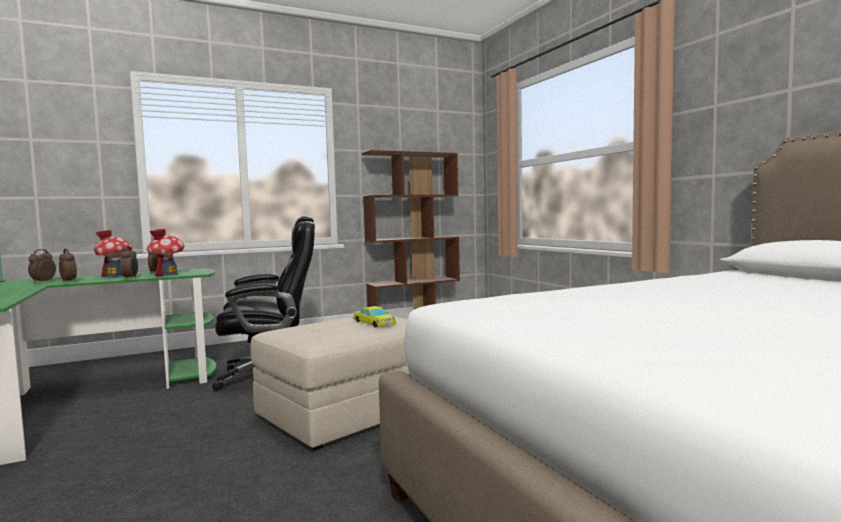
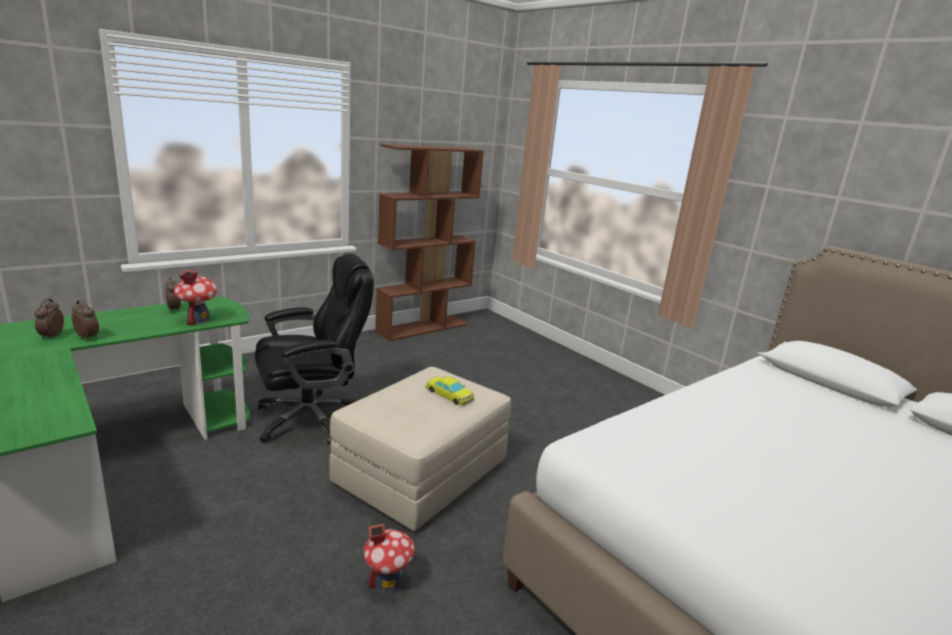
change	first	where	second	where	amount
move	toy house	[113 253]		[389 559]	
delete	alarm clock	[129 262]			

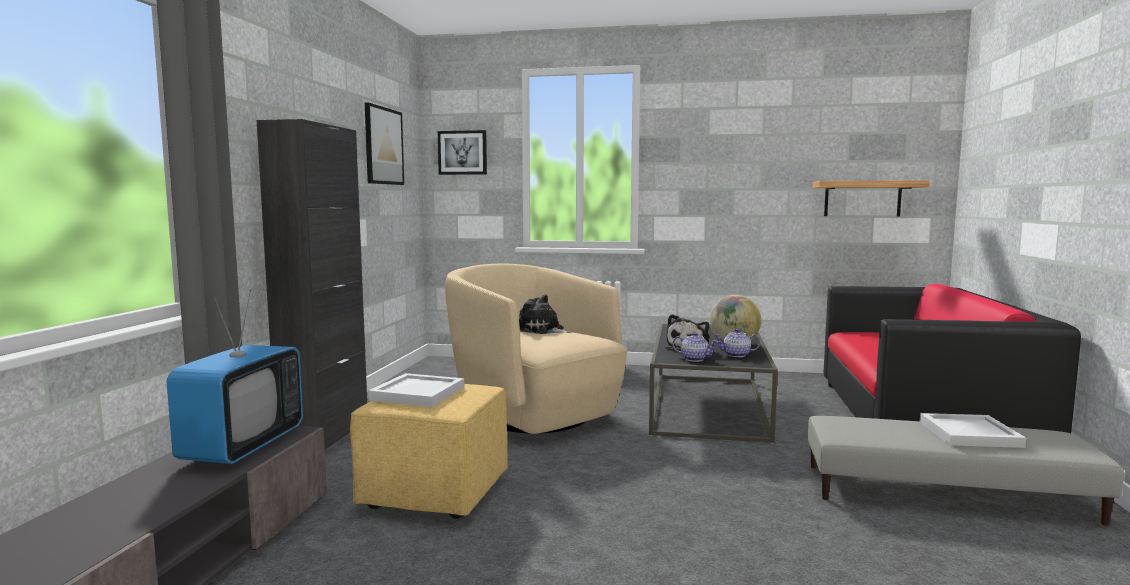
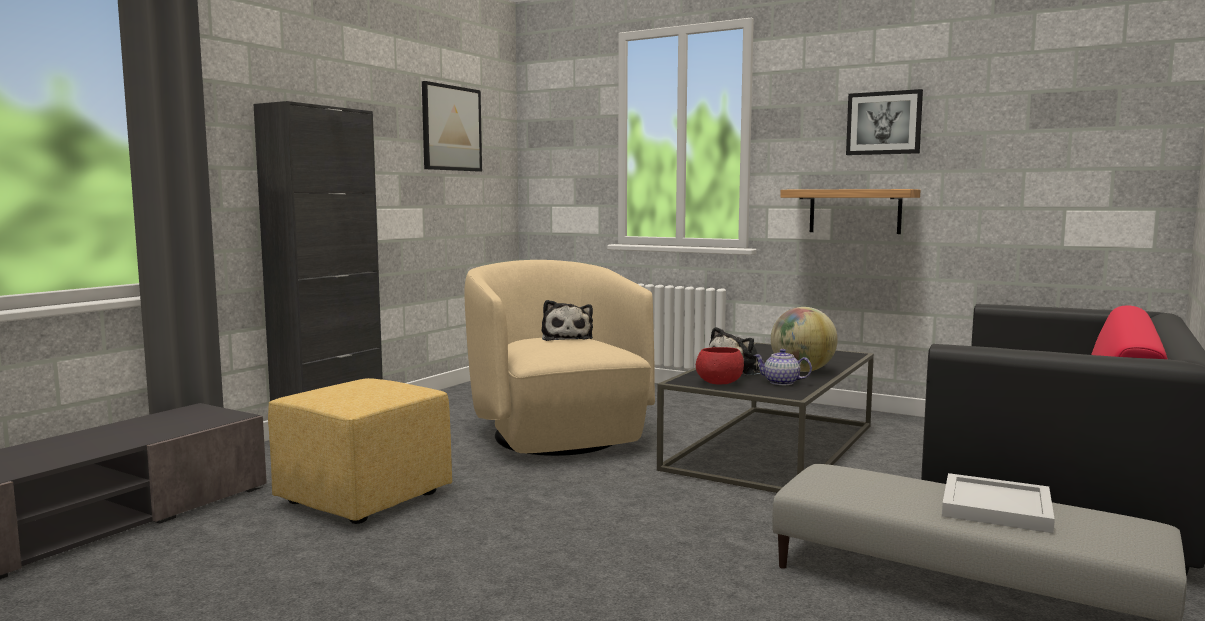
change	first	where	second	where	amount
delete	television	[235 377]			
delete	white tray	[416 390]			
move	picture	[462 152]		[884 122]	
rotate	plush toy	[545 314]		[567 320]	150 degrees counterclockwise
replace	teapot	[695 347]	red bowl	[720 365]	
move	shelf	[871 198]		[850 211]	

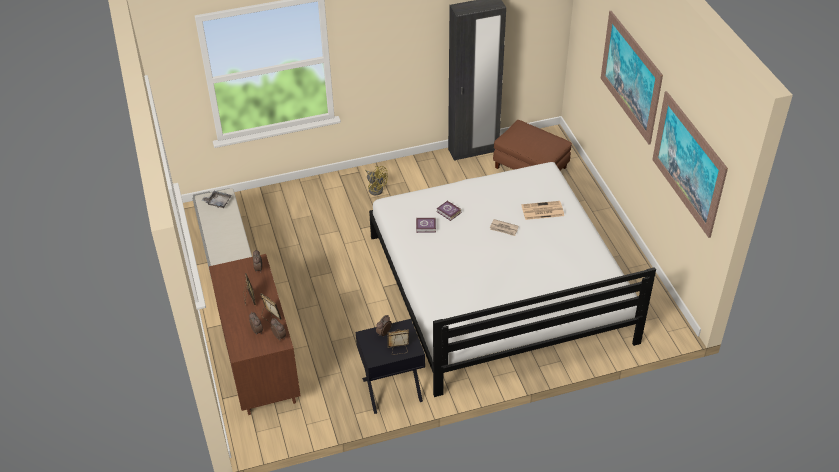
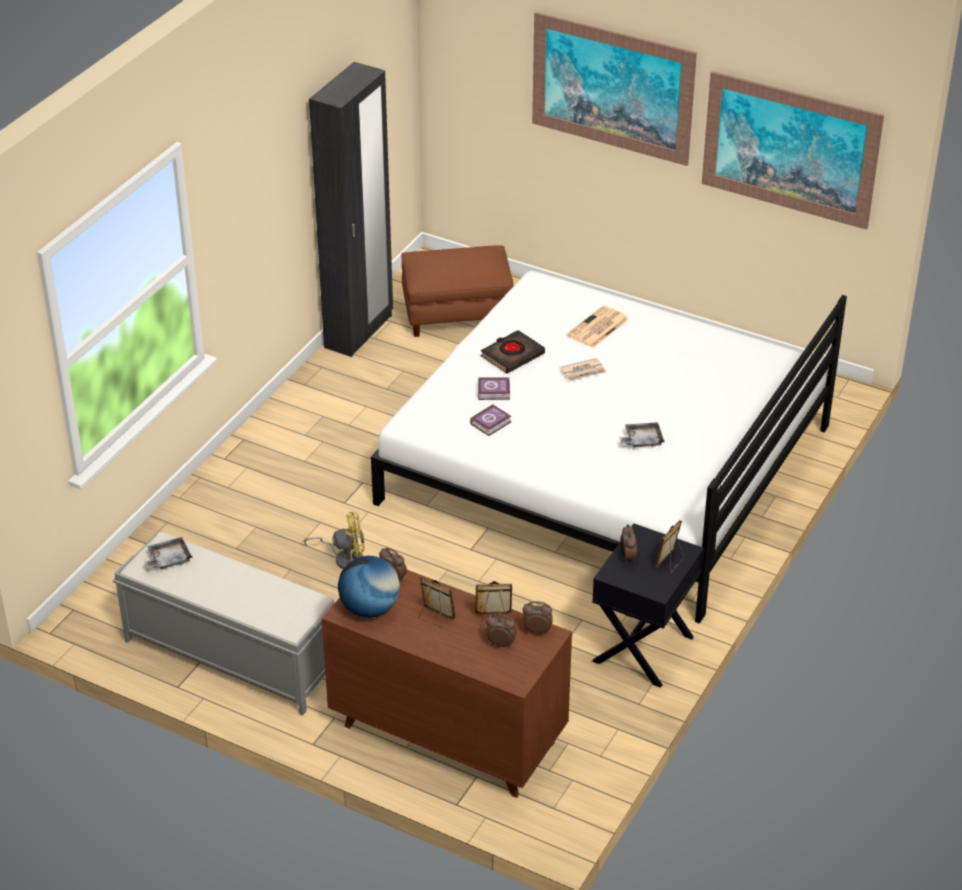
change	first	where	second	where	amount
move	yellow fan	[376 180]		[334 540]	
insert			globe	[369 587]	
insert			black book	[513 352]	
insert			grey tray	[641 435]	

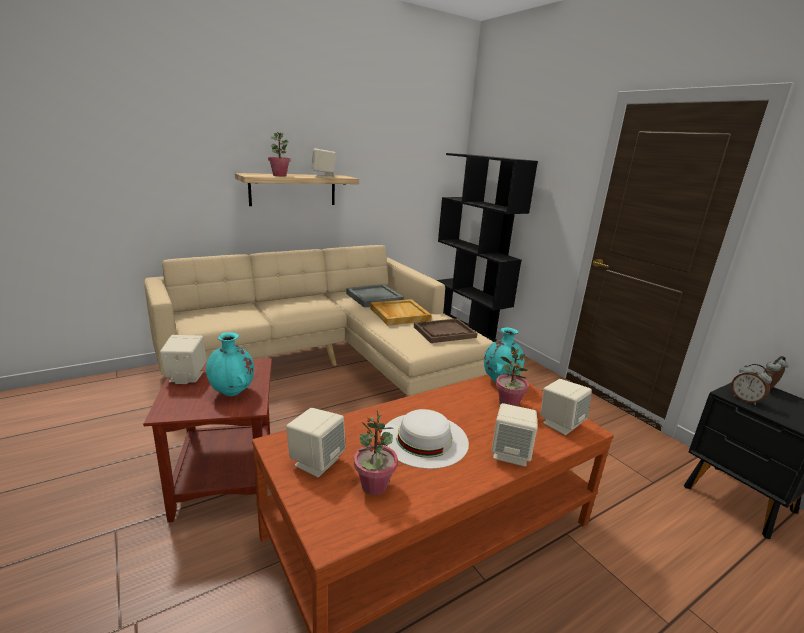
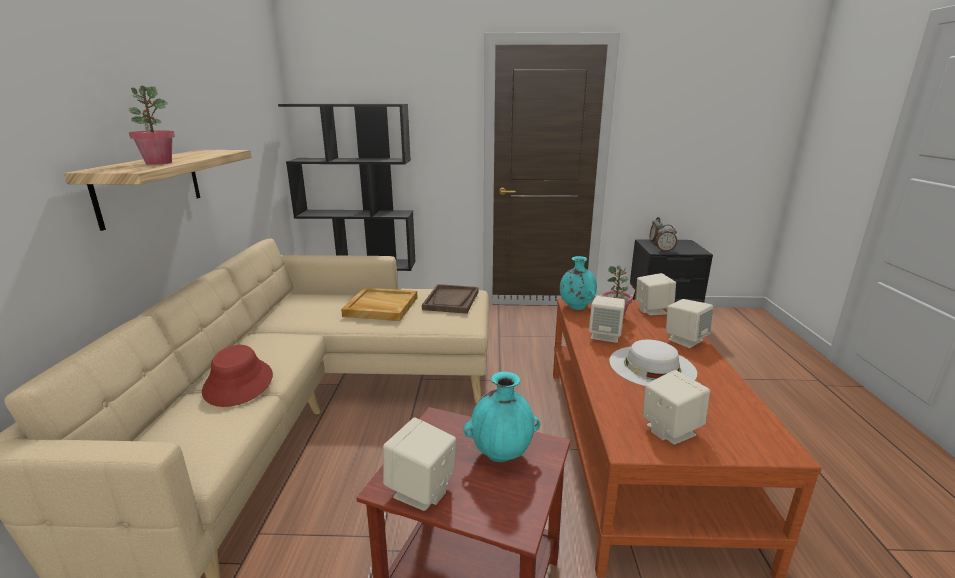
change	first	where	second	where	amount
move	beige speaker	[324 163]		[607 319]	
delete	grey tray	[375 296]			
delete	potted plant	[376 453]			
insert			red hat	[237 376]	

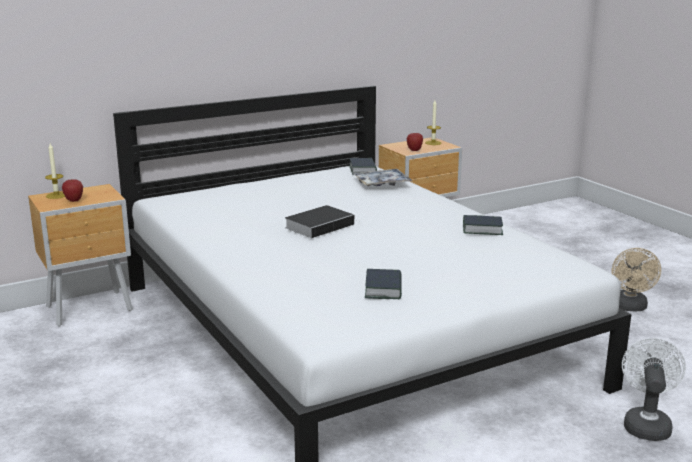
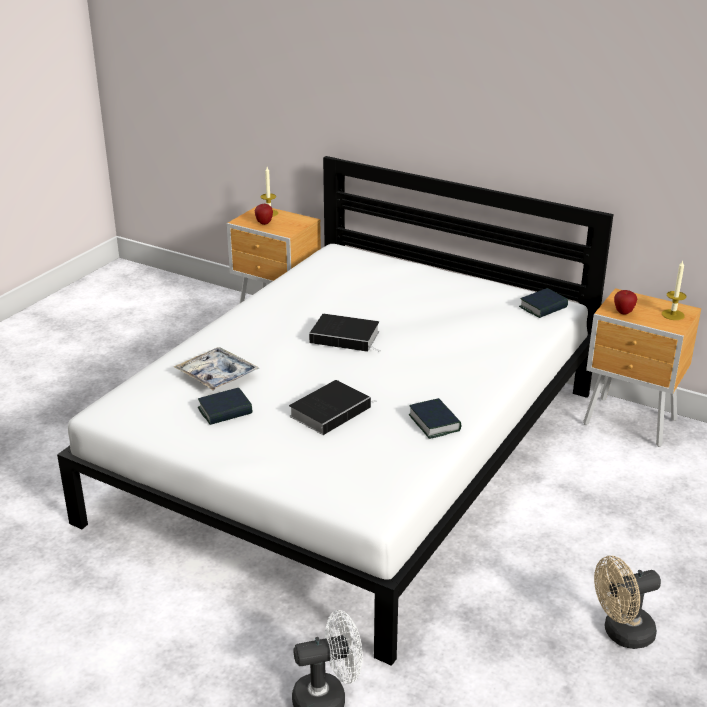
change	first	where	second	where	amount
move	tray	[382 177]		[216 368]	
insert			book	[332 407]	

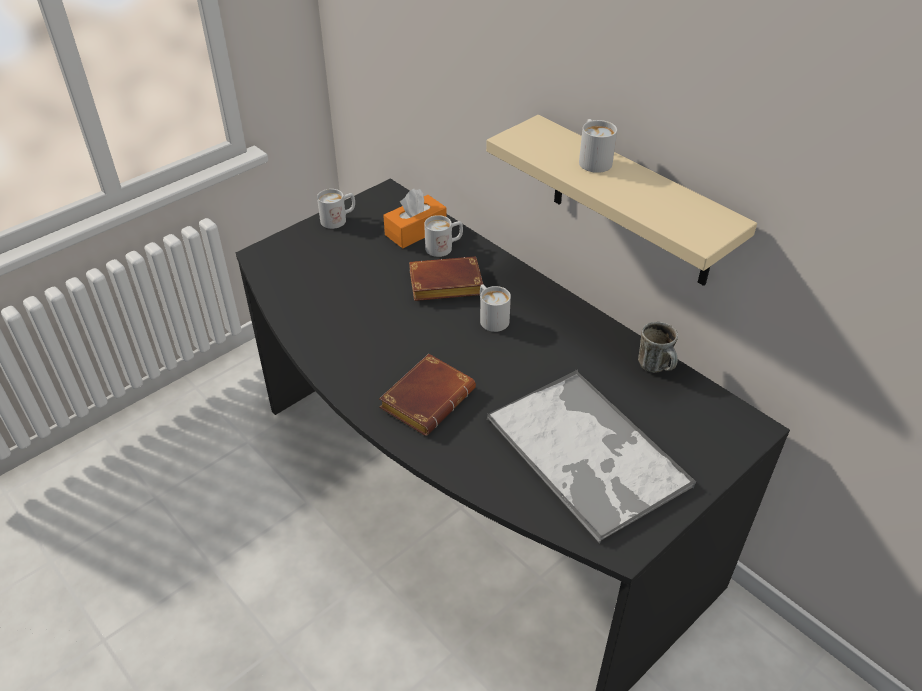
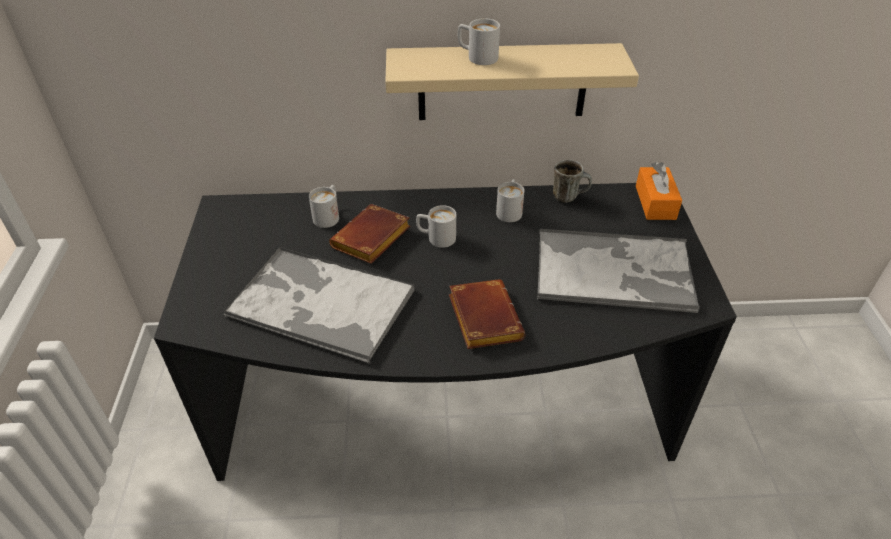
change	first	where	second	where	amount
move	white mug	[336 209]		[510 200]	
move	orange tissue box	[415 218]		[659 191]	
insert			tray	[319 305]	

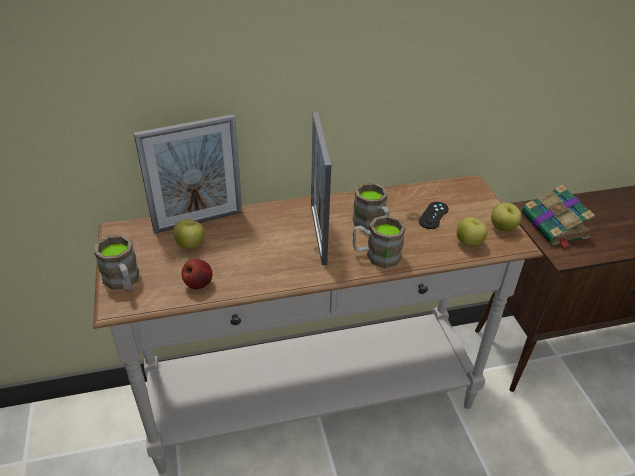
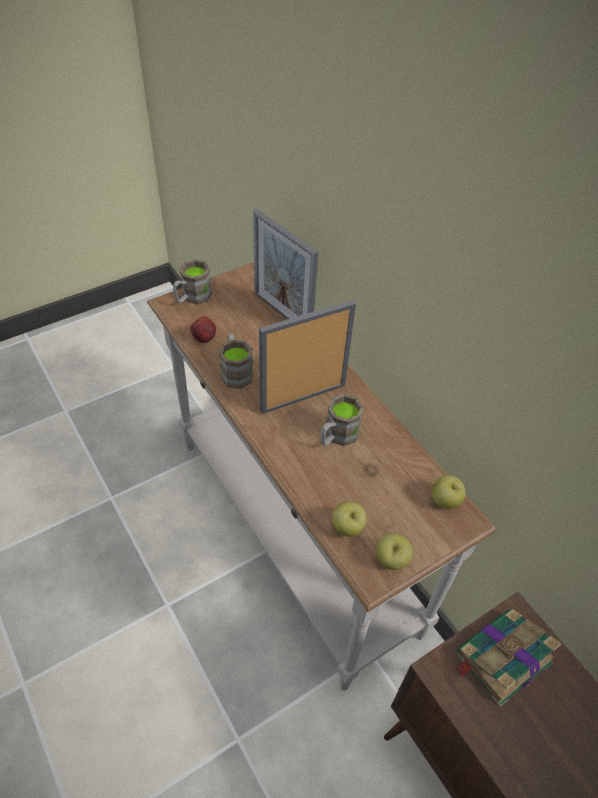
change	first	where	second	where	amount
move	apple	[189 233]		[448 492]	
move	brown mug	[379 241]		[236 361]	
delete	black game controller	[434 215]			

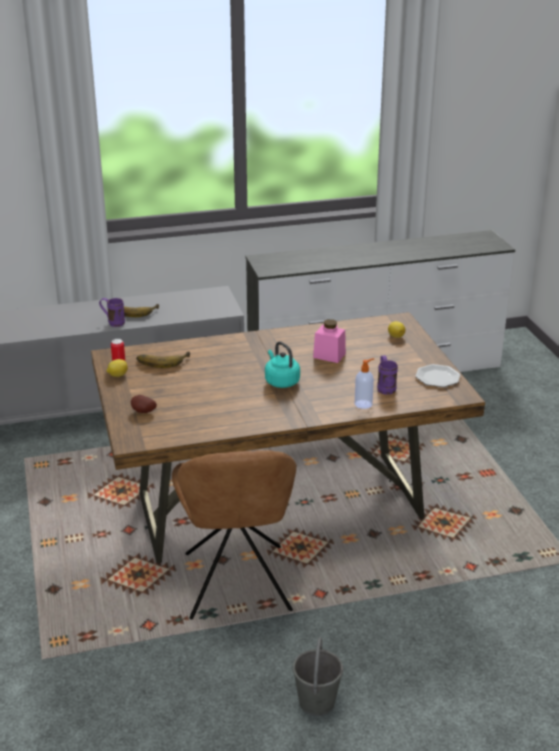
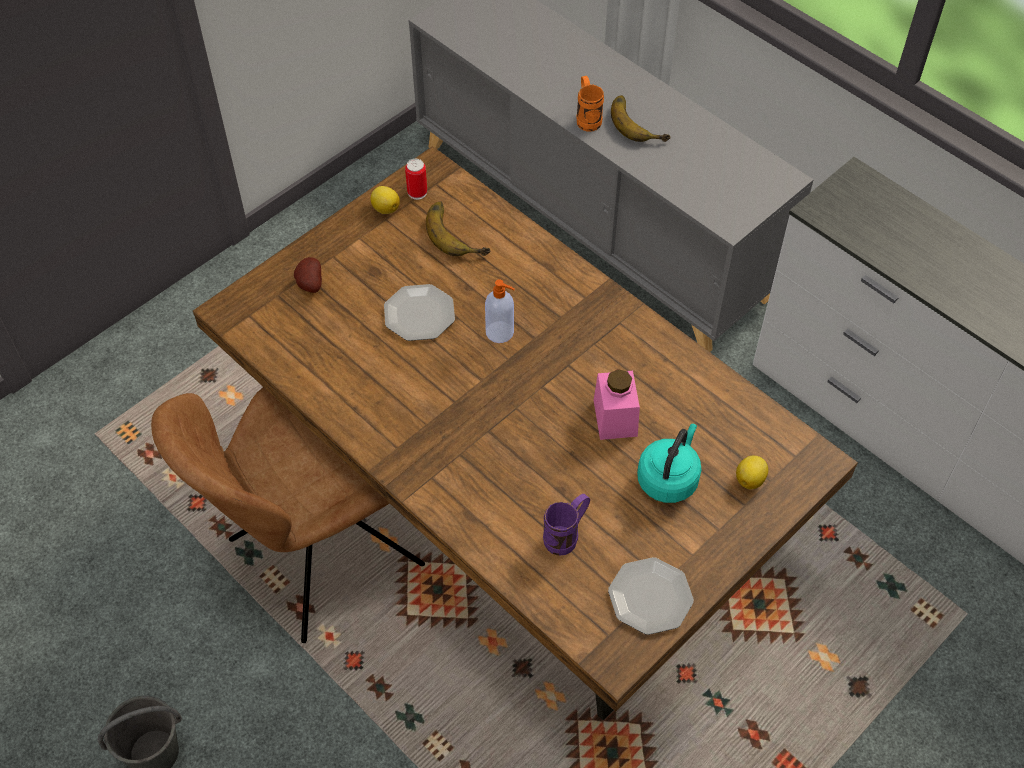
change	first	where	second	where	amount
recolor	purple mug	[112 312]	orange mug	[590 104]	
move	turquoise kettle	[282 364]		[669 463]	
move	soap dispenser	[364 383]		[500 311]	
insert			plate	[419 312]	

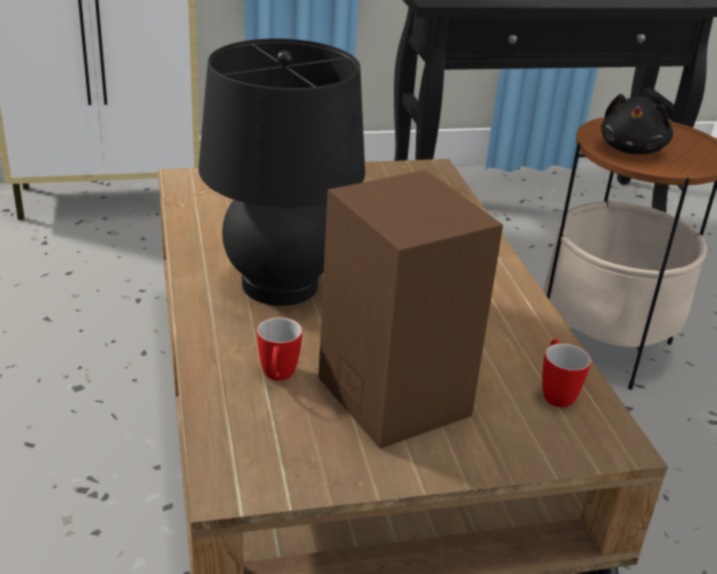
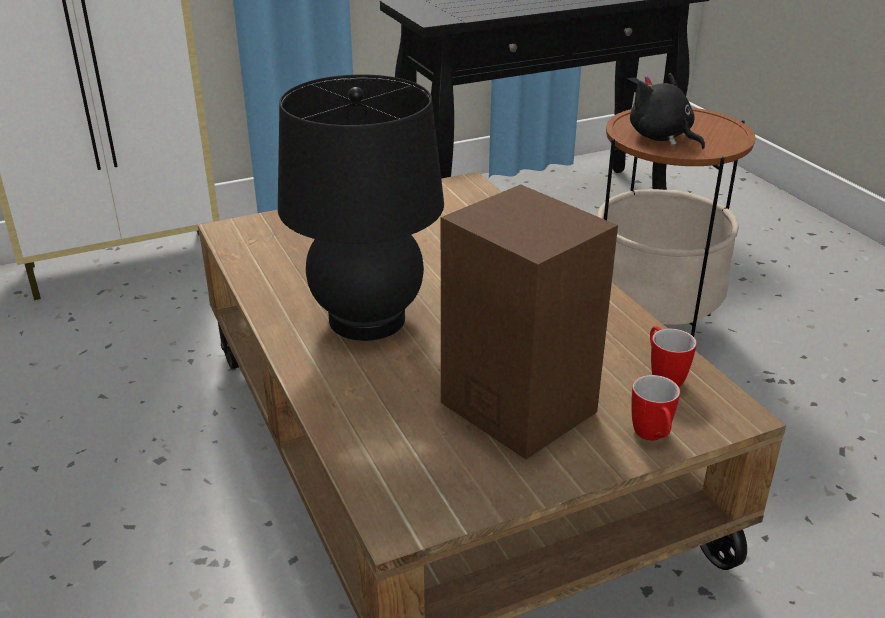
change	first	where	second	where	amount
move	mug	[279 349]		[655 408]	
rotate	black plush toy	[637 124]		[667 111]	135 degrees clockwise

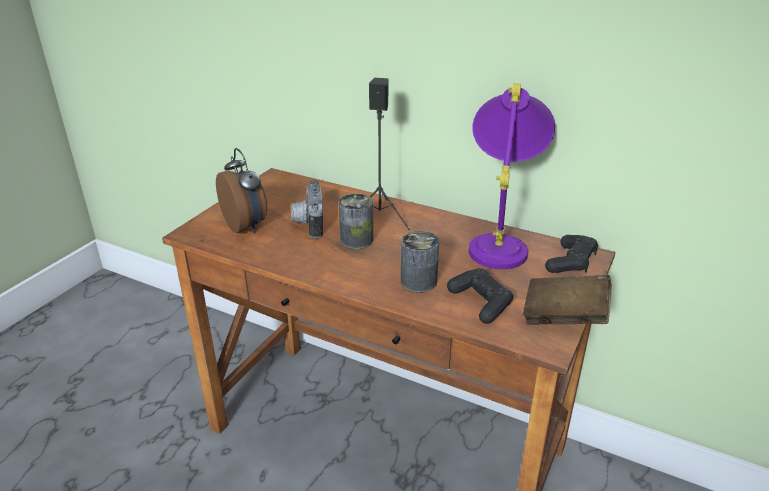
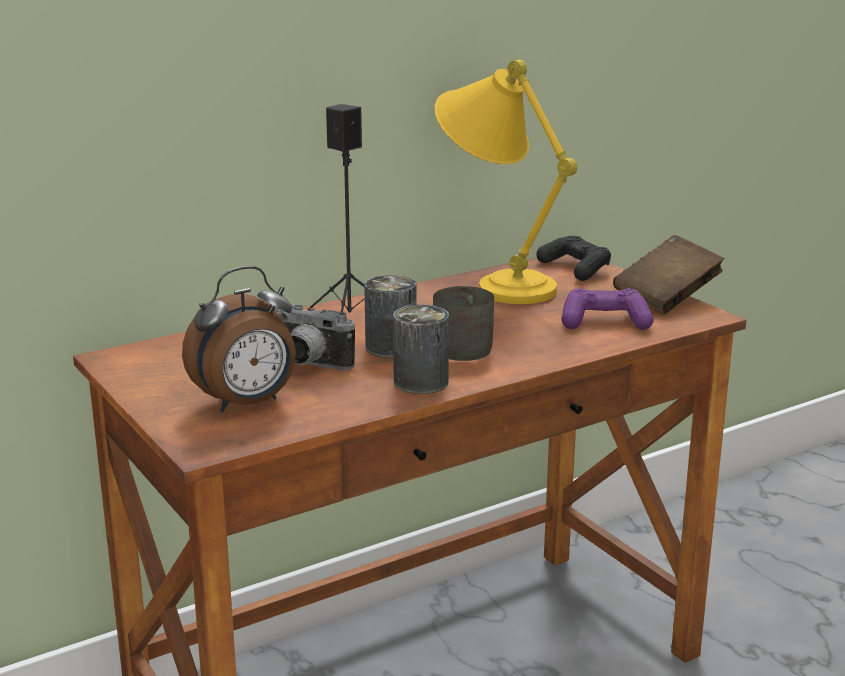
change	first	where	second	where	amount
rotate	alarm clock	[241 190]		[239 339]	150 degrees clockwise
move	can	[420 262]		[421 349]	
recolor	black game controller	[480 296]	purple game controller	[607 309]	
recolor	purple table lamp	[512 176]	yellow table lamp	[506 182]	
insert			grey mug	[463 323]	

